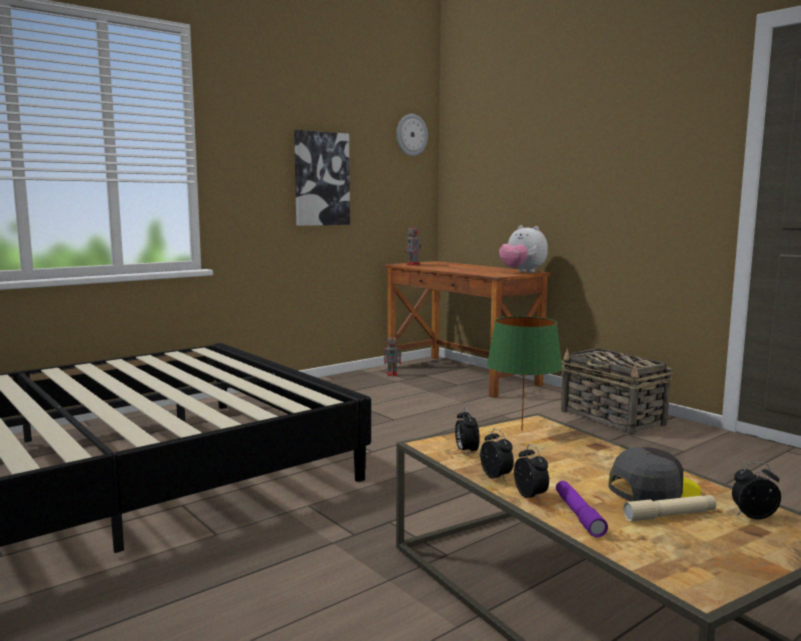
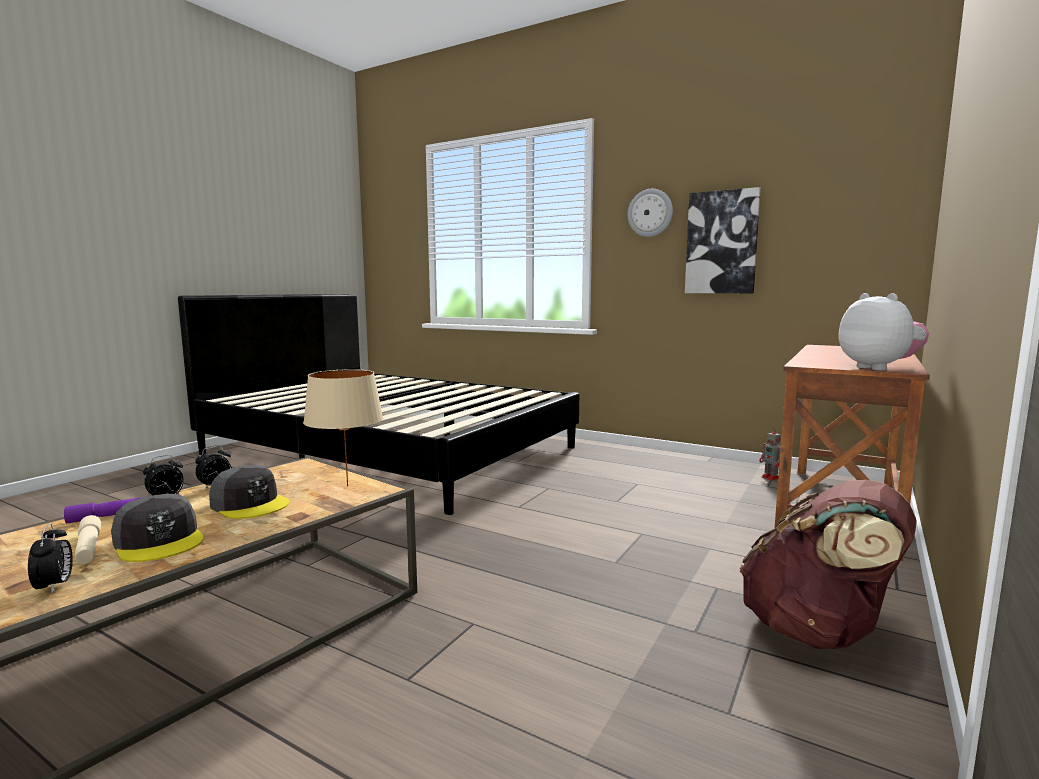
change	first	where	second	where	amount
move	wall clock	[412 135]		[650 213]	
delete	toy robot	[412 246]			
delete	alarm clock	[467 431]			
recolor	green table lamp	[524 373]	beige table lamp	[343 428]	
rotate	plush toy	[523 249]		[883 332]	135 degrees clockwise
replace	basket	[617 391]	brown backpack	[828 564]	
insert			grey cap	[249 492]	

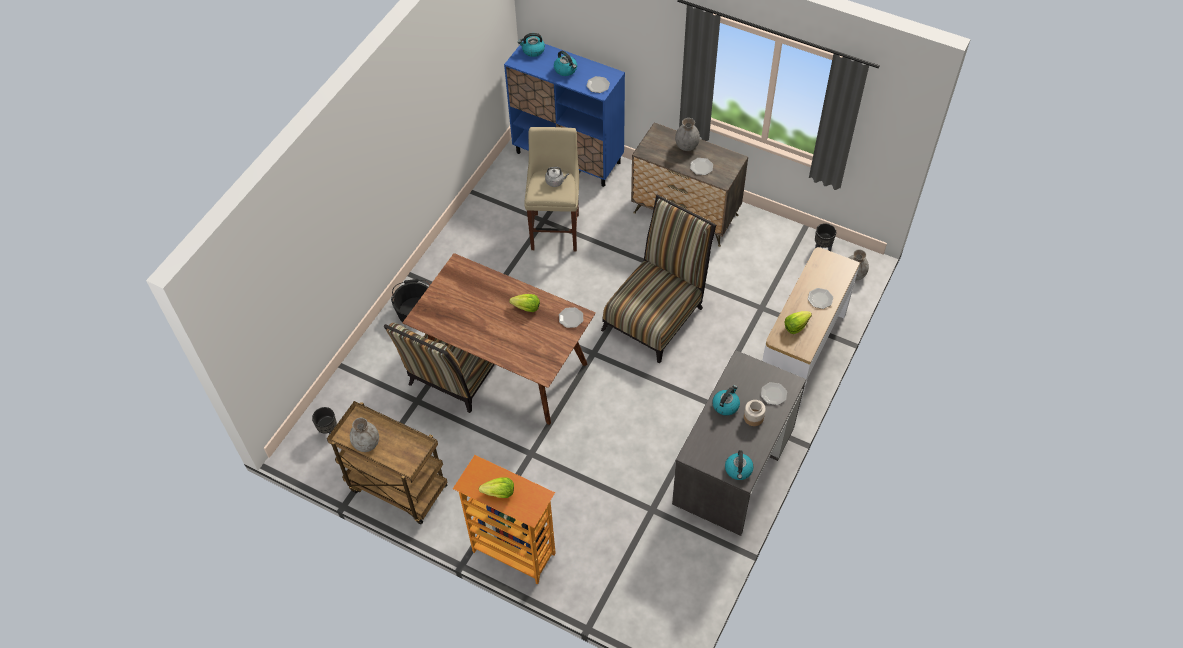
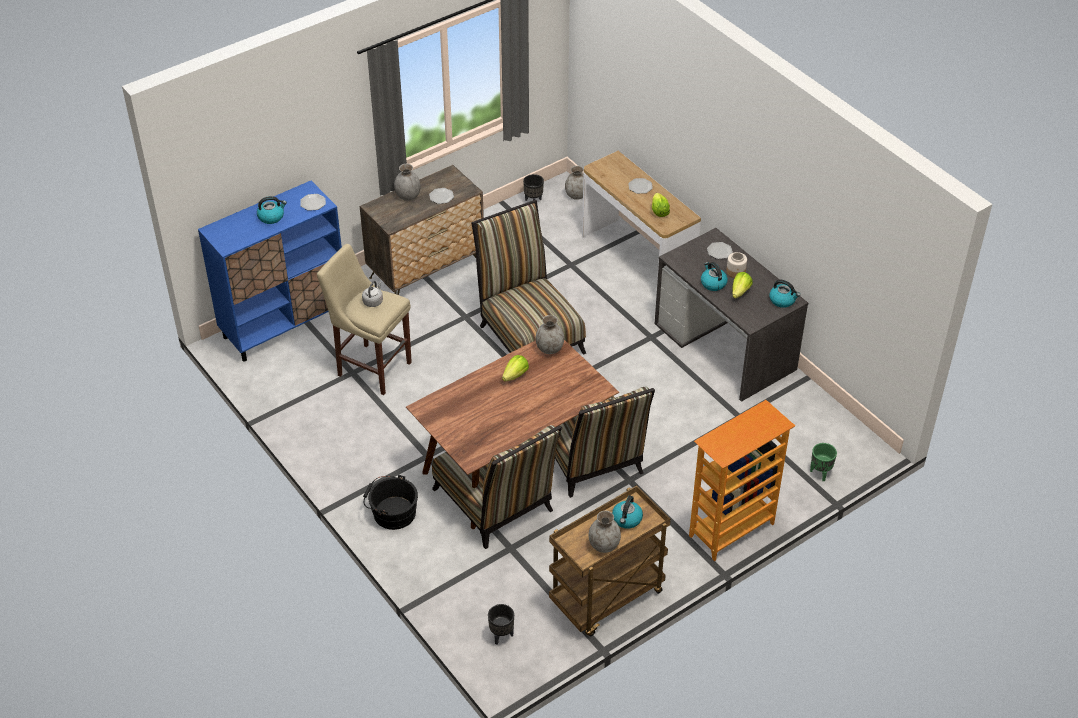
change	first	where	second	where	amount
move	lettuce	[496 487]		[742 285]	
move	kettle	[531 45]		[627 512]	
replace	plate	[571 317]	grey vase	[549 334]	
insert			chair	[605 442]	
insert			green planter	[823 462]	

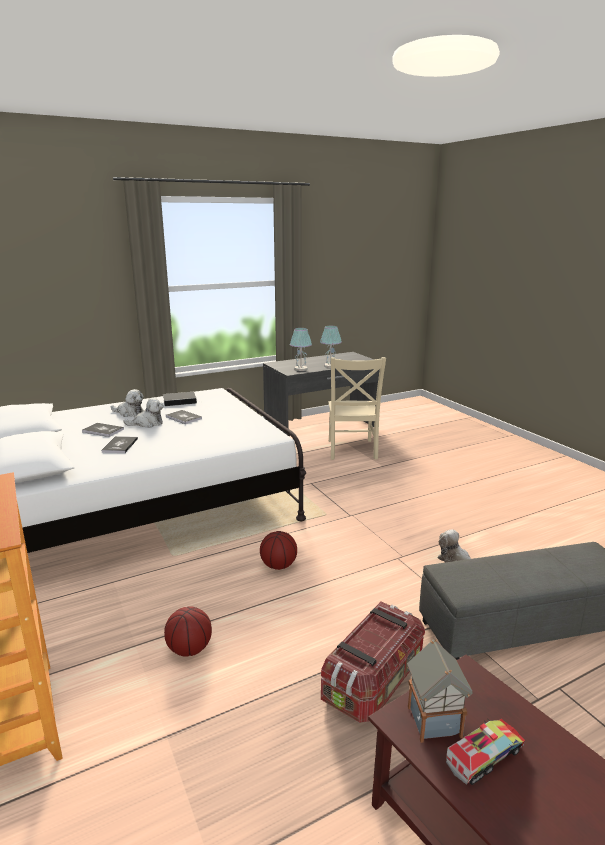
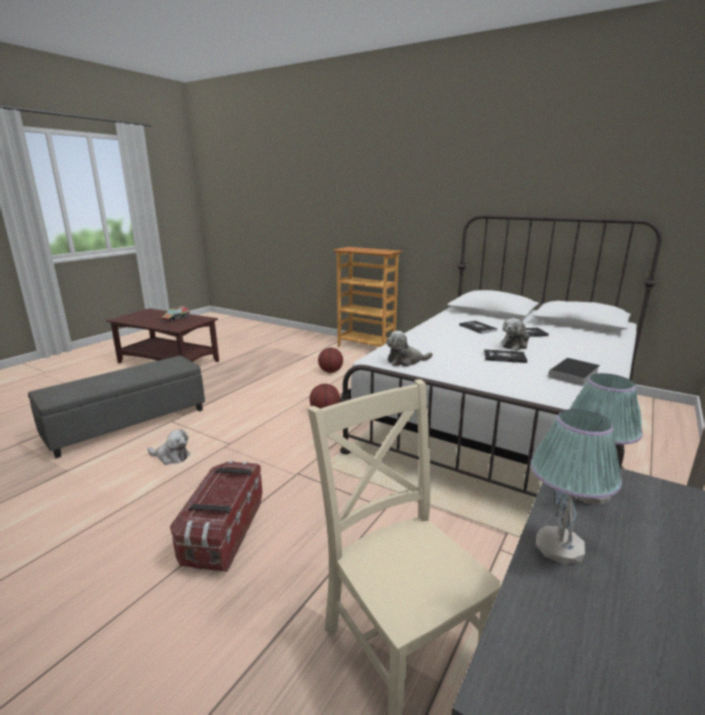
change	first	where	second	where	amount
move	plush toy	[127 403]		[409 348]	
move	storage box	[373 662]		[216 516]	
delete	toy house	[439 691]			

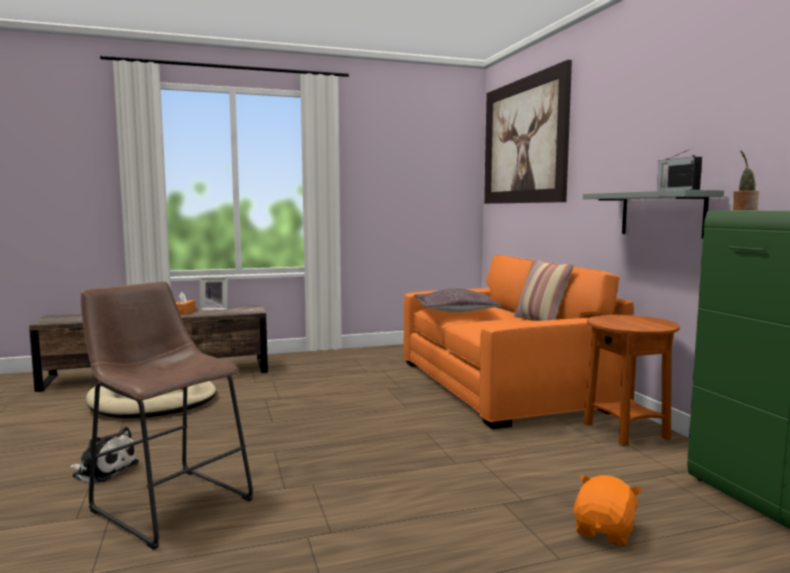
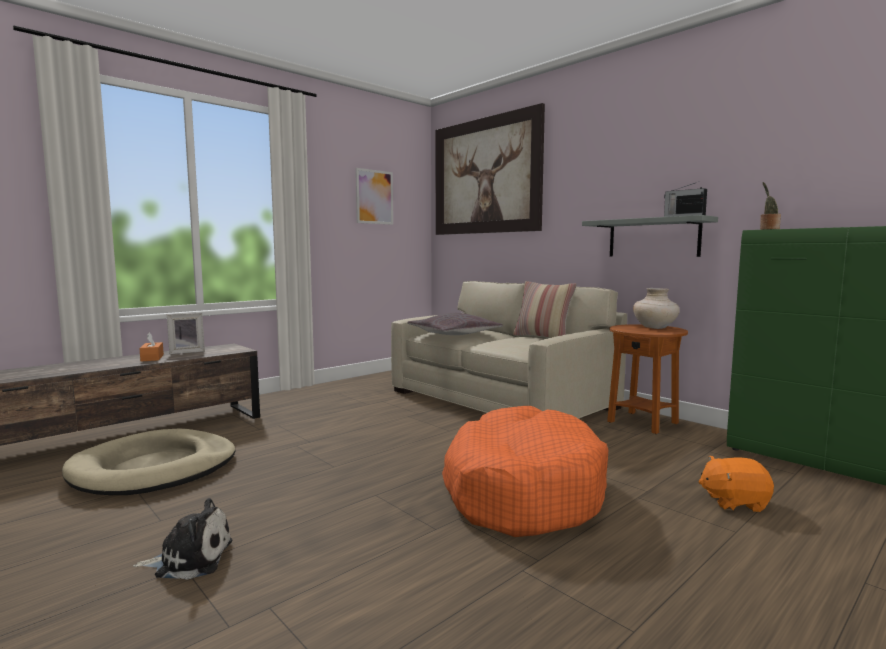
change	first	where	second	where	amount
delete	brown stool	[167 415]			
recolor	orange sofa	[519 342]	beige sofa	[509 350]	
rotate	orange plush toy	[608 510]		[736 484]	90 degrees counterclockwise
insert			picture	[374 196]	
insert			orange dog bed	[525 471]	
insert			beige vase	[656 308]	

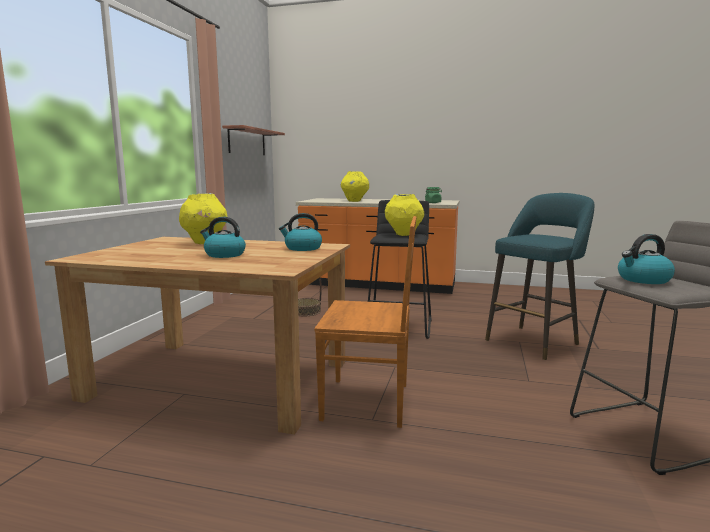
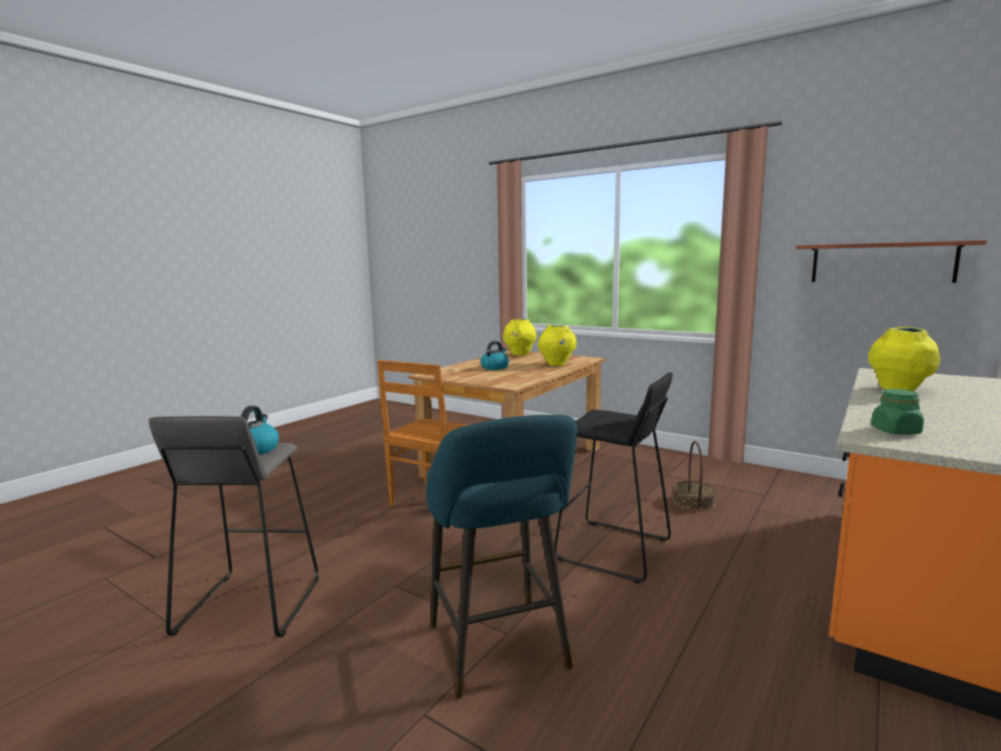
change	first	where	second	where	amount
delete	kettle	[300 232]			
move	yellow vase	[404 215]		[520 336]	

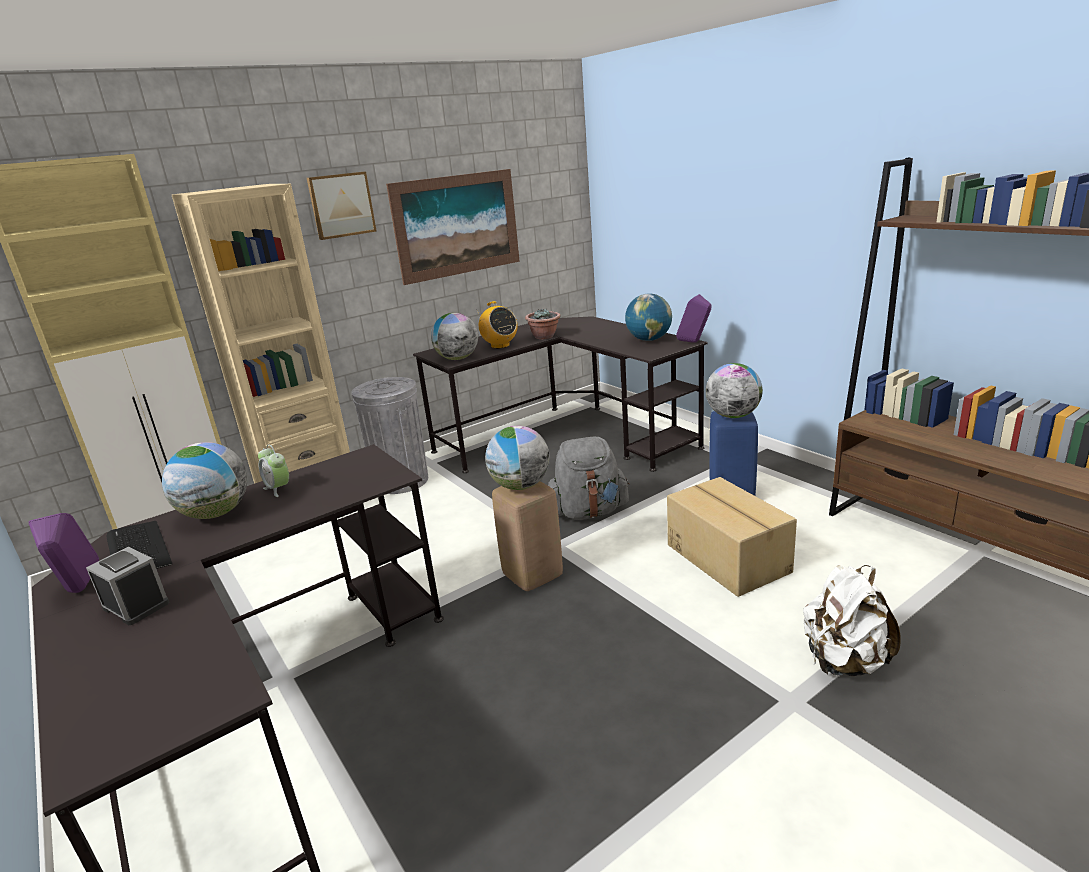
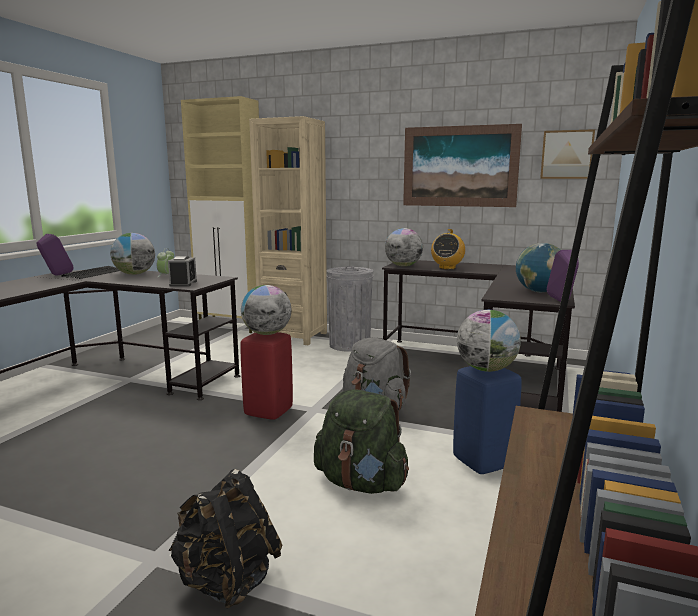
change	first	where	second	where	amount
move	alarm clock	[127 586]		[182 271]	
move	picture	[342 206]		[567 154]	
recolor	beige stool	[527 536]	red stool	[266 376]	
delete	potted plant	[542 323]			
replace	cardboard box	[732 537]	green backpack	[361 441]	
recolor	white backpack	[852 620]	black backpack	[225 539]	

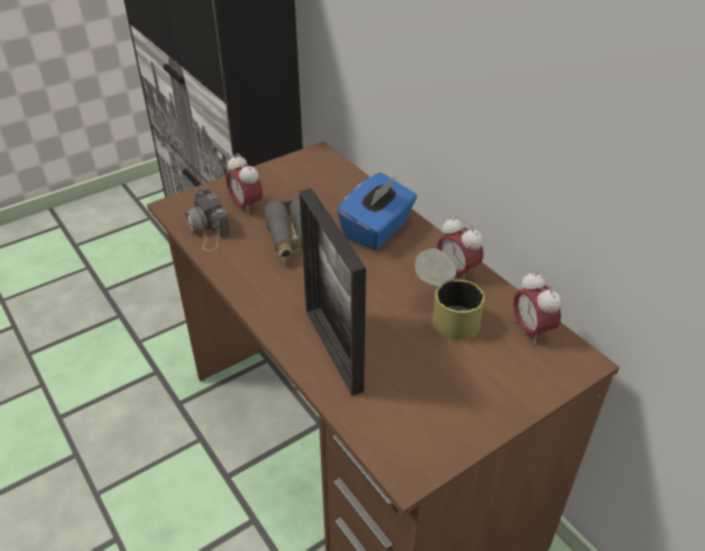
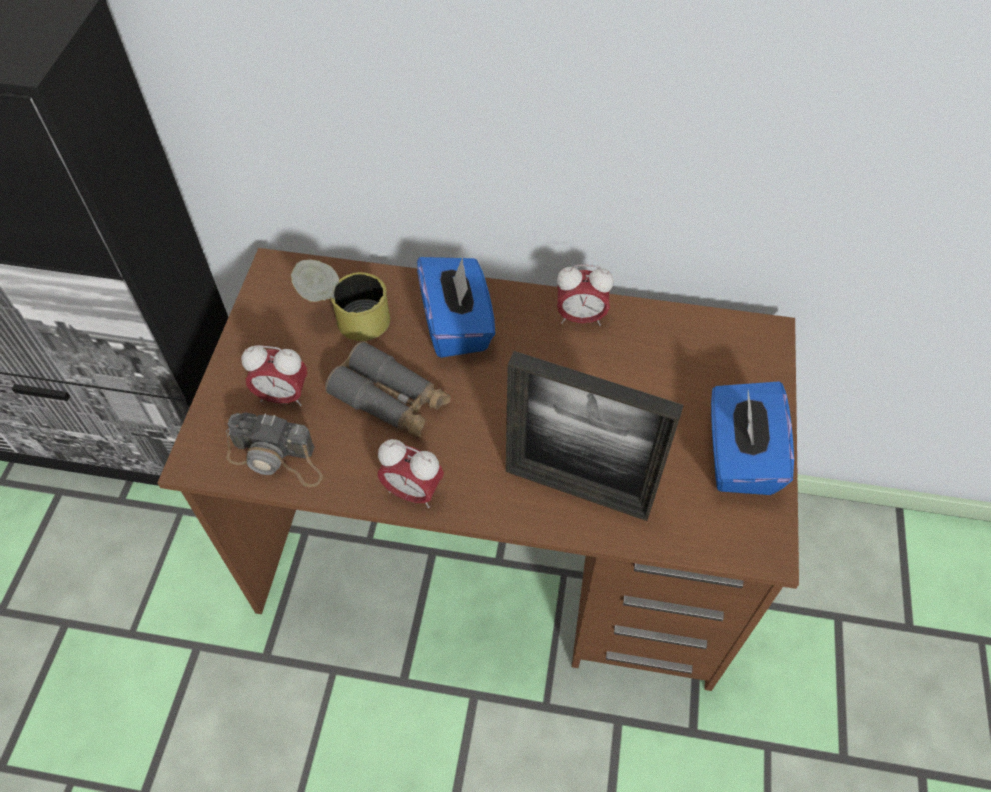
change	first	where	second	where	amount
move	can	[450 294]		[340 300]	
move	alarm clock	[538 307]		[410 473]	
insert			blue tissue box	[752 438]	

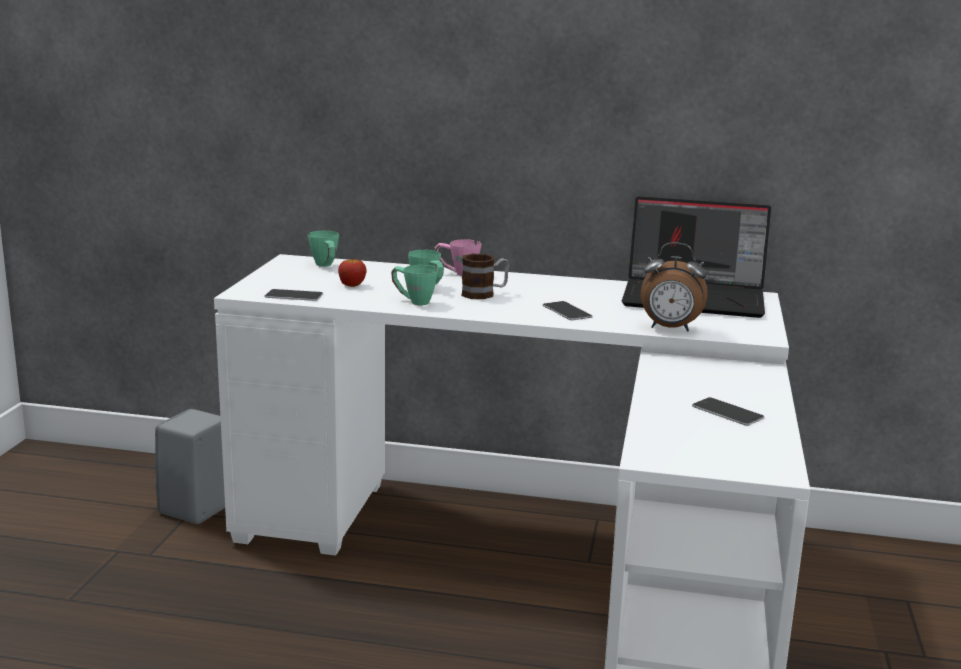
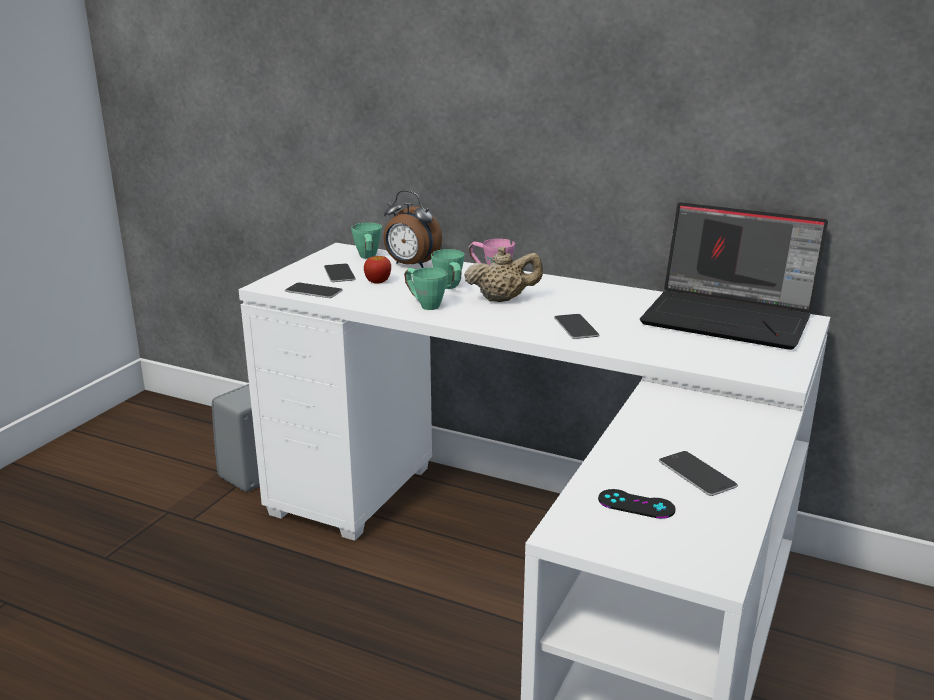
change	first	where	second	where	amount
replace	mug	[485 276]	beige teapot	[503 274]	
move	alarm clock	[674 286]		[412 229]	
insert			phone	[340 272]	
insert			black game controller	[637 504]	

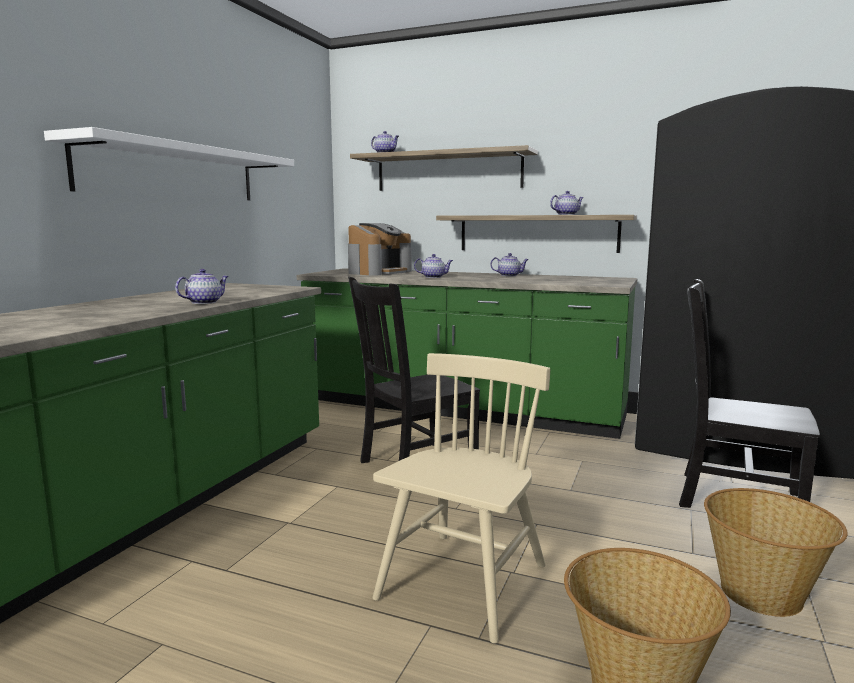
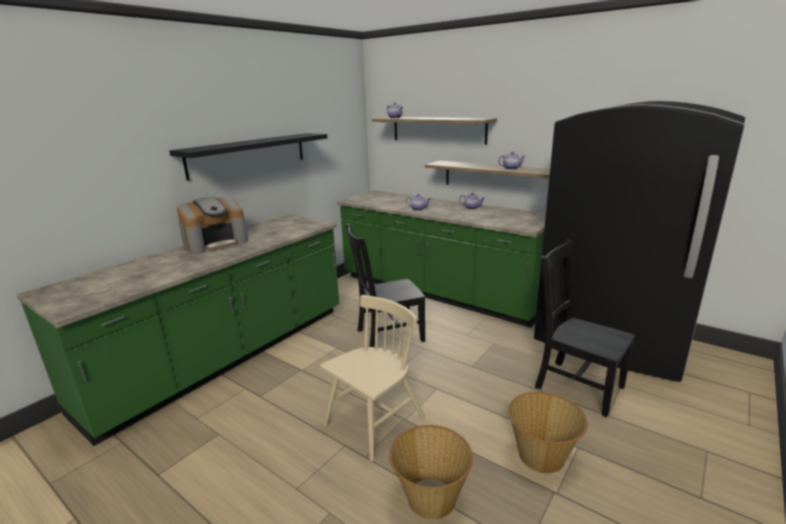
change	first	where	second	where	amount
recolor	white shelf	[169 163]	black shelf	[248 157]	
delete	teapot	[202 286]			
move	coffee machine	[380 249]		[212 225]	

